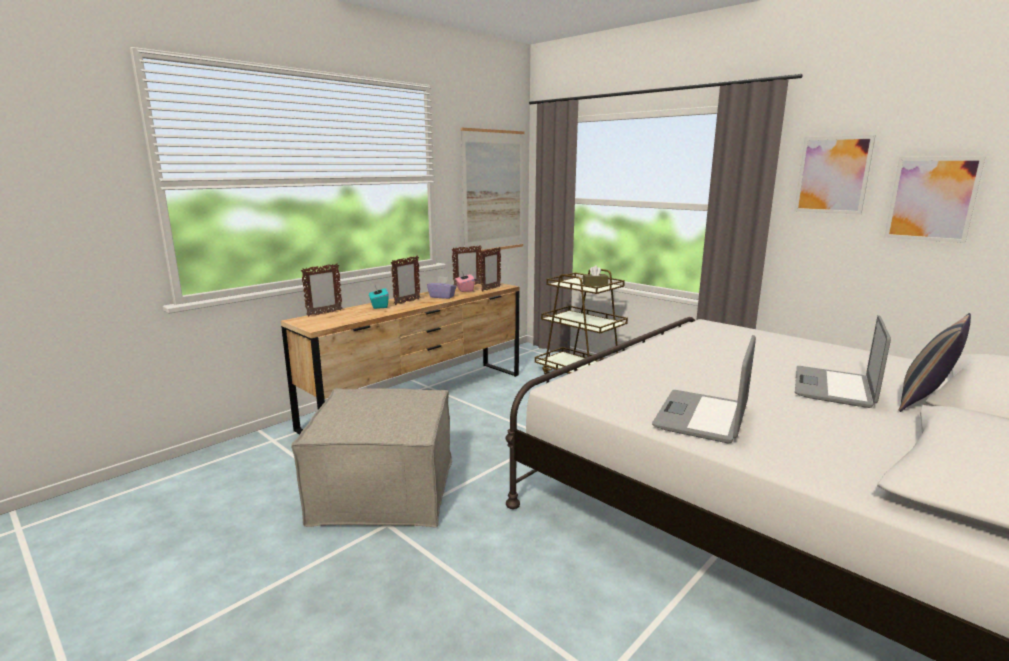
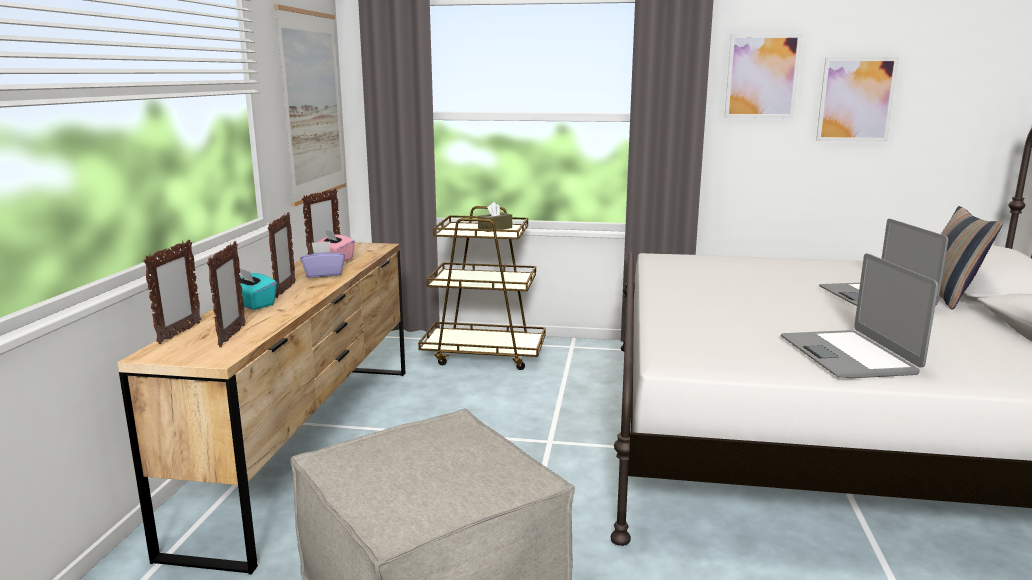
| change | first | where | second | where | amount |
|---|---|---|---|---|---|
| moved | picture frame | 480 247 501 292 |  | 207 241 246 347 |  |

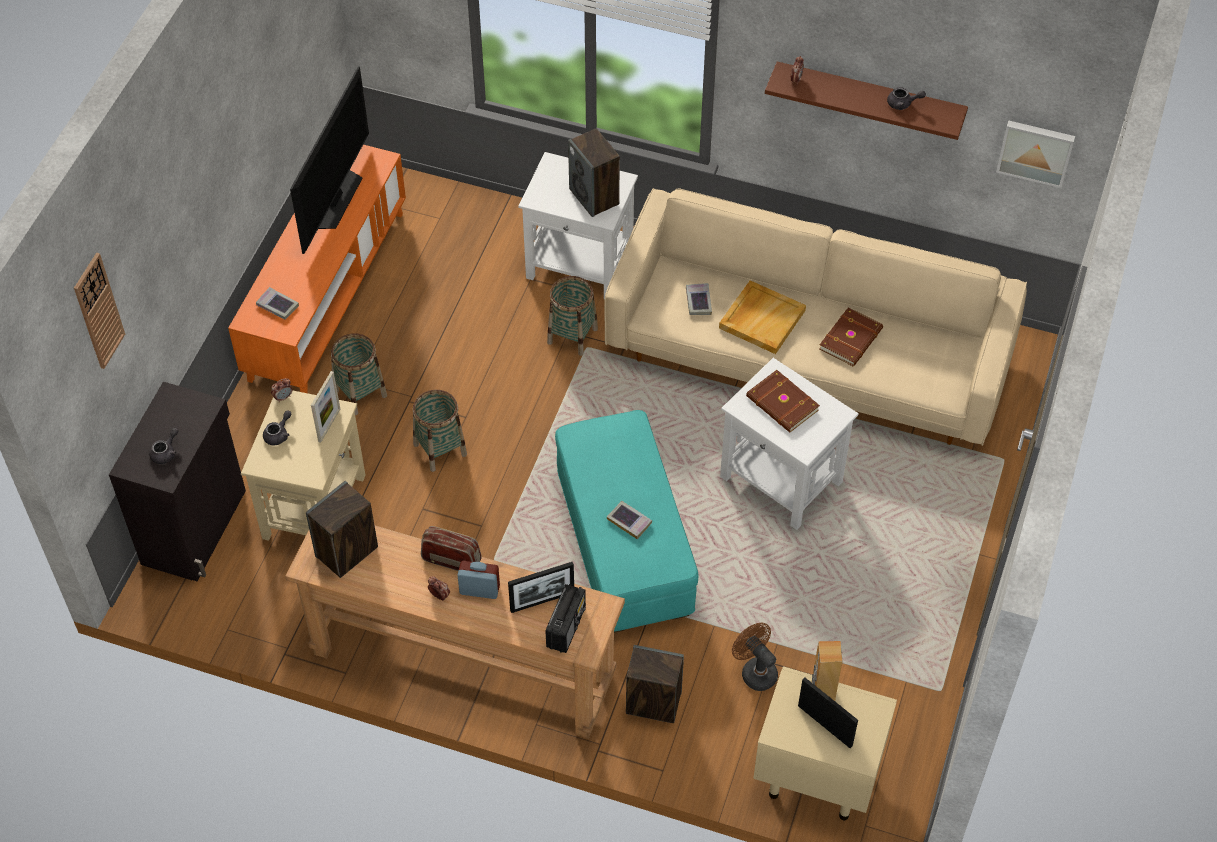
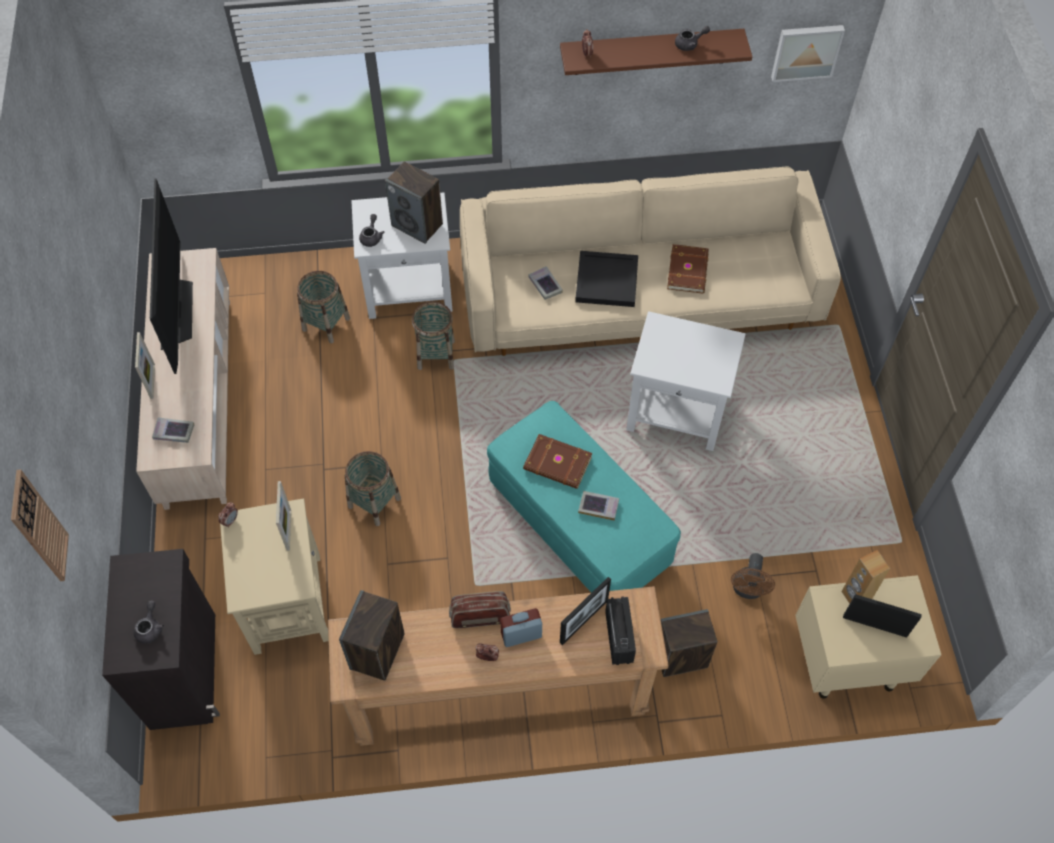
| change | first | where | second | where | amount |
|---|---|---|---|---|---|
| recoloured | tv stand/orange | 228 145 406 393 | tv stand/beige | 136 248 230 510 |  |
| recoloured | carrying tray/beige | 719 280 806 354 | carrying tray/blackish | 575 251 638 307 |  |
| moved | household basket | 331 333 387 415 |  | 297 271 350 343 |  |
| moved | volume/brownish | 746 370 820 433 |  | 523 434 592 489 |  |
| moved | tea pot/grey | 263 410 291 445 |  | 359 214 385 247 |  |
| turned | fan/brownish | 732 623 778 691 |  | 731 553 775 599 | 105 degrees counterclockwise |
| added |  |  | picture frame | 135 332 155 399 |  |

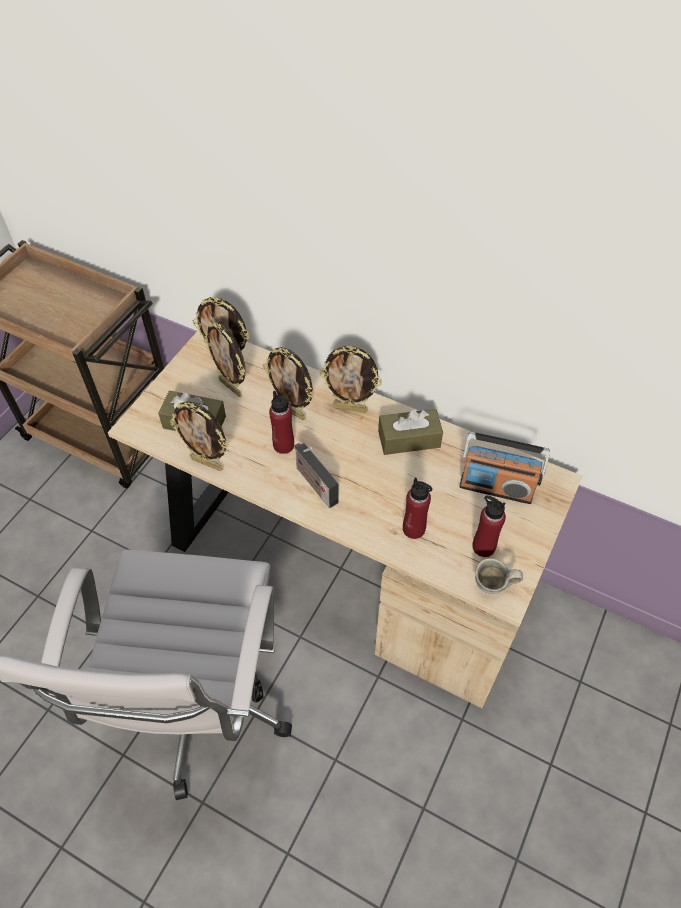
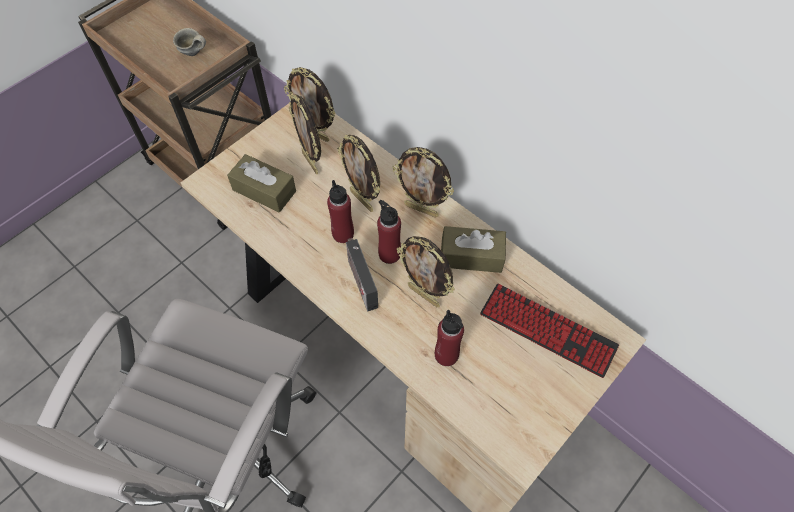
| change | first | where | second | where | amount |
|---|---|---|---|---|---|
| moved | picture frame | 170 401 228 471 |  | 397 236 455 307 |  |
| replaced | radio set | 459 432 550 504 | computer keyboard | 480 284 619 378 |  |
| moved | drink bottle/reddish | 472 495 506 557 |  | 377 200 401 264 |  |
| moved | mug/grey | 475 558 523 594 |  | 173 28 206 56 |  |

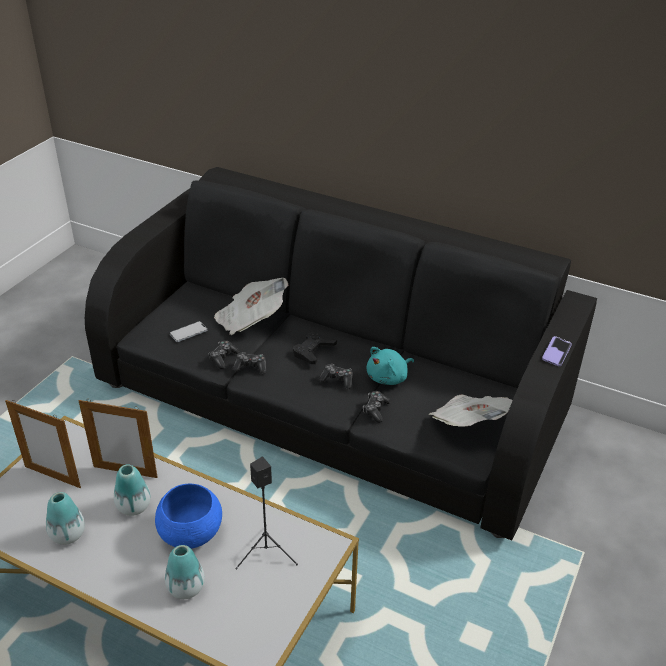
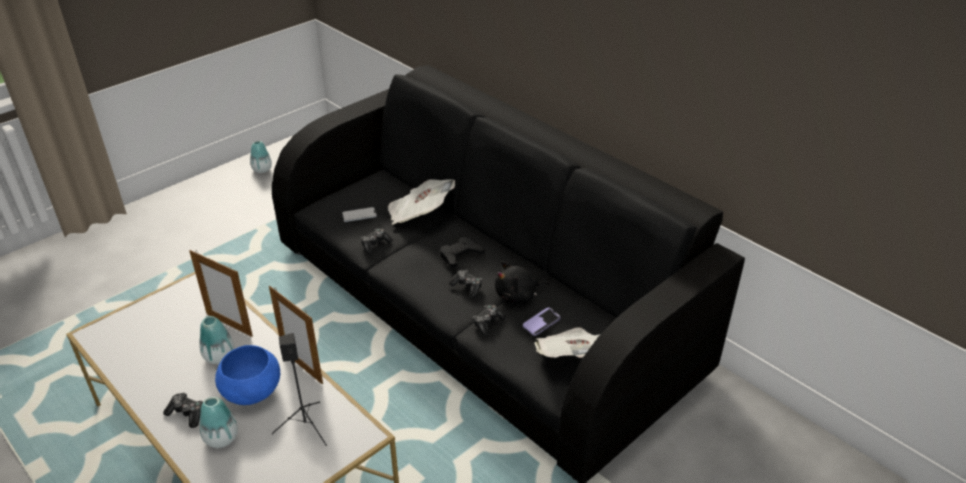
| change | first | where | second | where | amount |
|---|---|---|---|---|---|
| moved | handset | 542 336 572 366 |  | 523 308 561 336 |  |
| recoloured | cuddly toy/blue-green | 366 347 414 385 | cuddly toy/blackish | 495 261 550 303 |  |
| moved | gamepad | 233 352 267 374 |  | 163 393 203 428 |  |
| moved | picture frame | 5 400 81 488 |  | 269 286 323 384 |  |
| moved | vase | 46 492 85 545 |  | 250 141 272 173 |  |

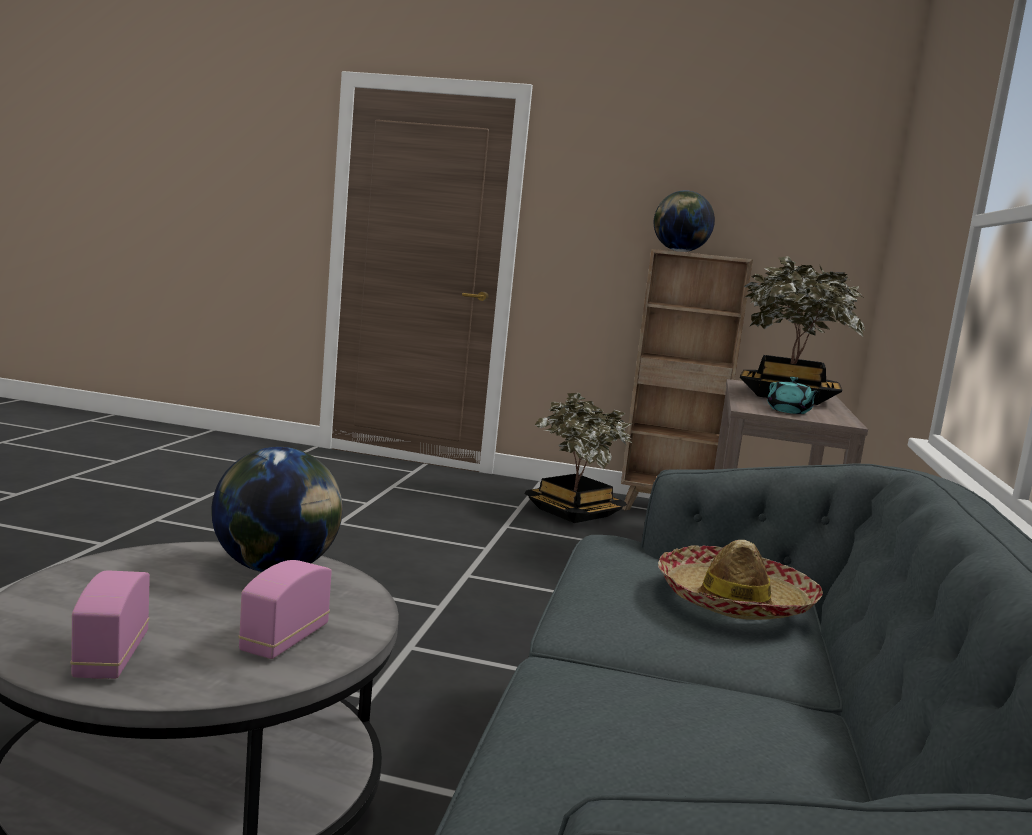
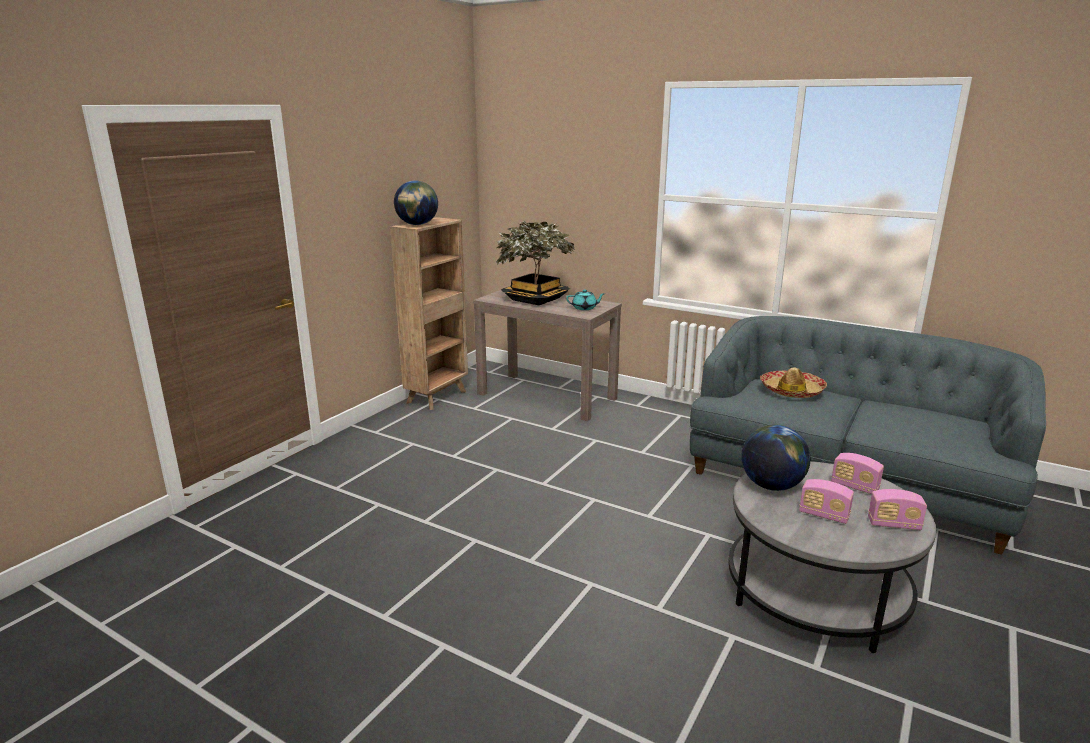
| change | first | where | second | where | amount |
|---|---|---|---|---|---|
| removed | potted plant | 525 393 633 523 |  |  |  |
| added |  |  | radio set | 799 479 854 524 |  |

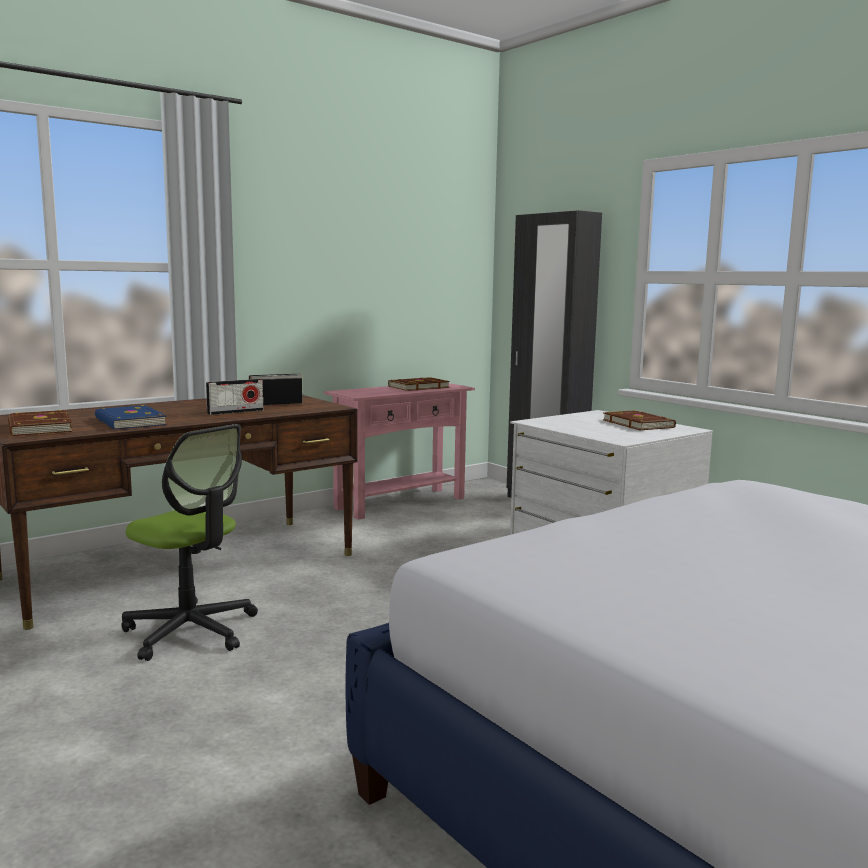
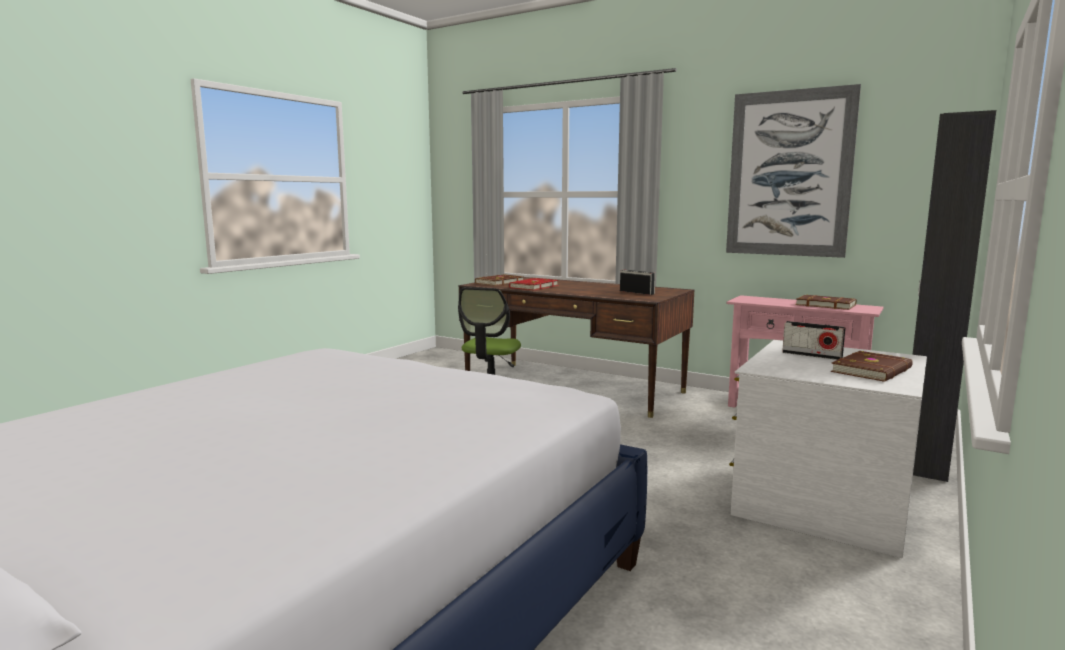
| change | first | where | second | where | amount |
|---|---|---|---|---|---|
| moved | radio set | 206 379 263 415 |  | 782 321 845 360 |  |
| recoloured | volume/bluish | 95 405 167 429 | volume/reddish | 509 278 559 290 |  |
| added |  |  | wall picture | 726 84 861 258 |  |

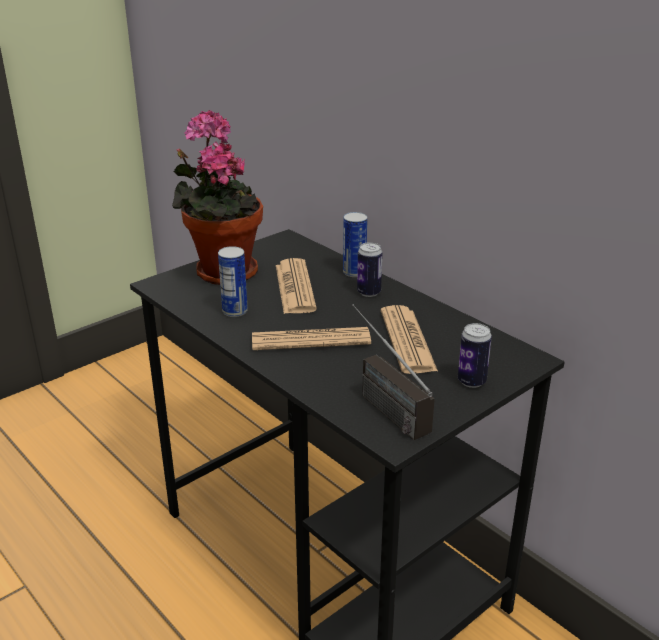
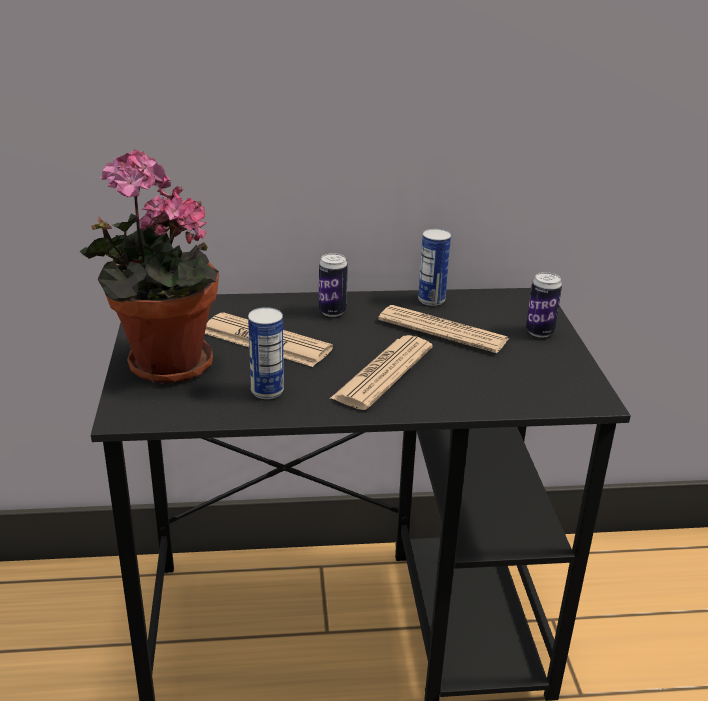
| change | first | where | second | where | amount |
|---|---|---|---|---|---|
| moved | metal can | 343 212 367 277 |  | 418 229 451 306 |  |
| removed | radio set | 352 304 435 440 |  |  |  |

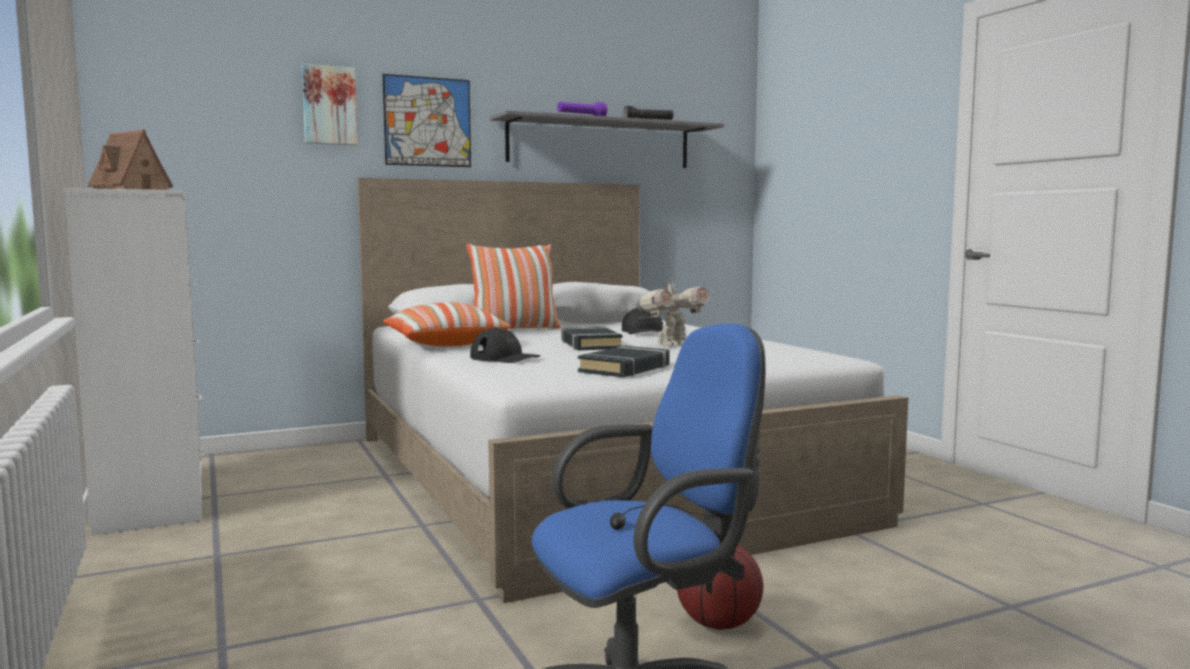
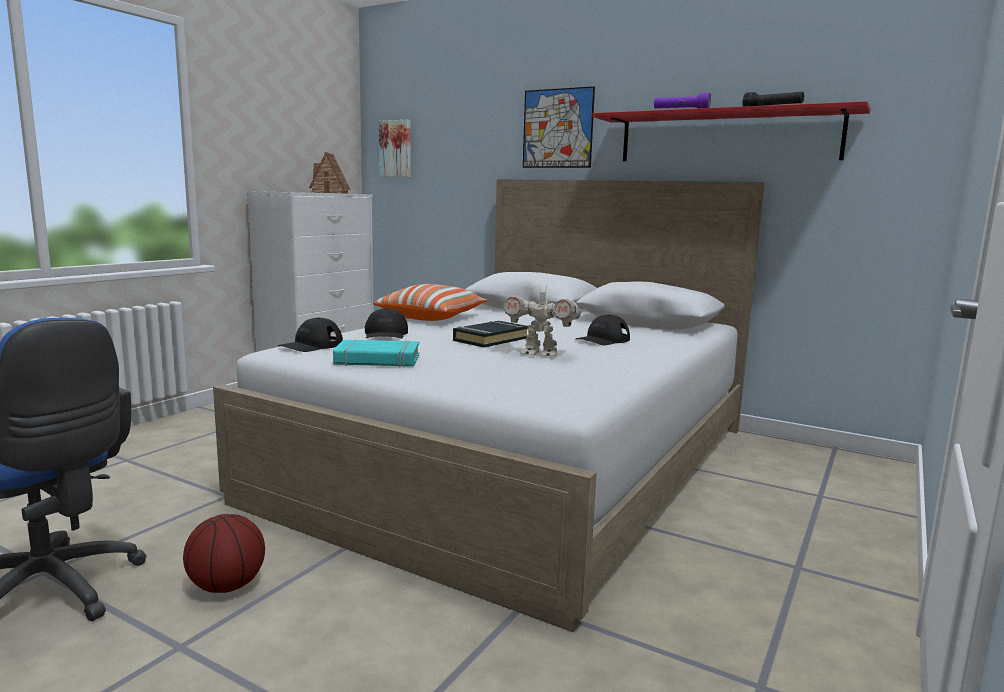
| change | first | where | second | where | amount |
|---|---|---|---|---|---|
| moved | wall picture | 302 64 357 145 |  | 379 120 411 177 |  |
| recoloured | shelf/grey | 490 110 724 168 | shelf/reddish | 592 101 871 161 |  |
| removed | cushion | 466 244 562 329 |  |  |  |
| recoloured | volume/blackish | 578 346 669 377 | volume/blue-green | 333 340 419 367 |  |
| added |  |  | baseball cap/blackish | 278 318 343 352 |  |

